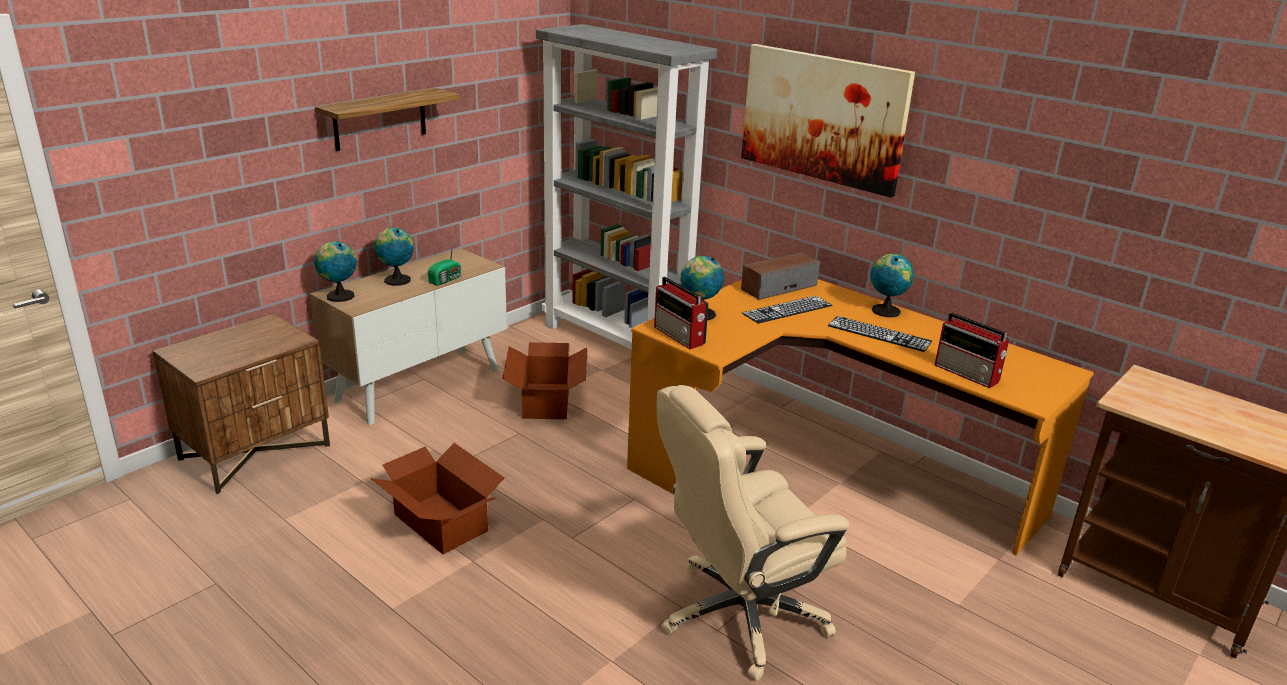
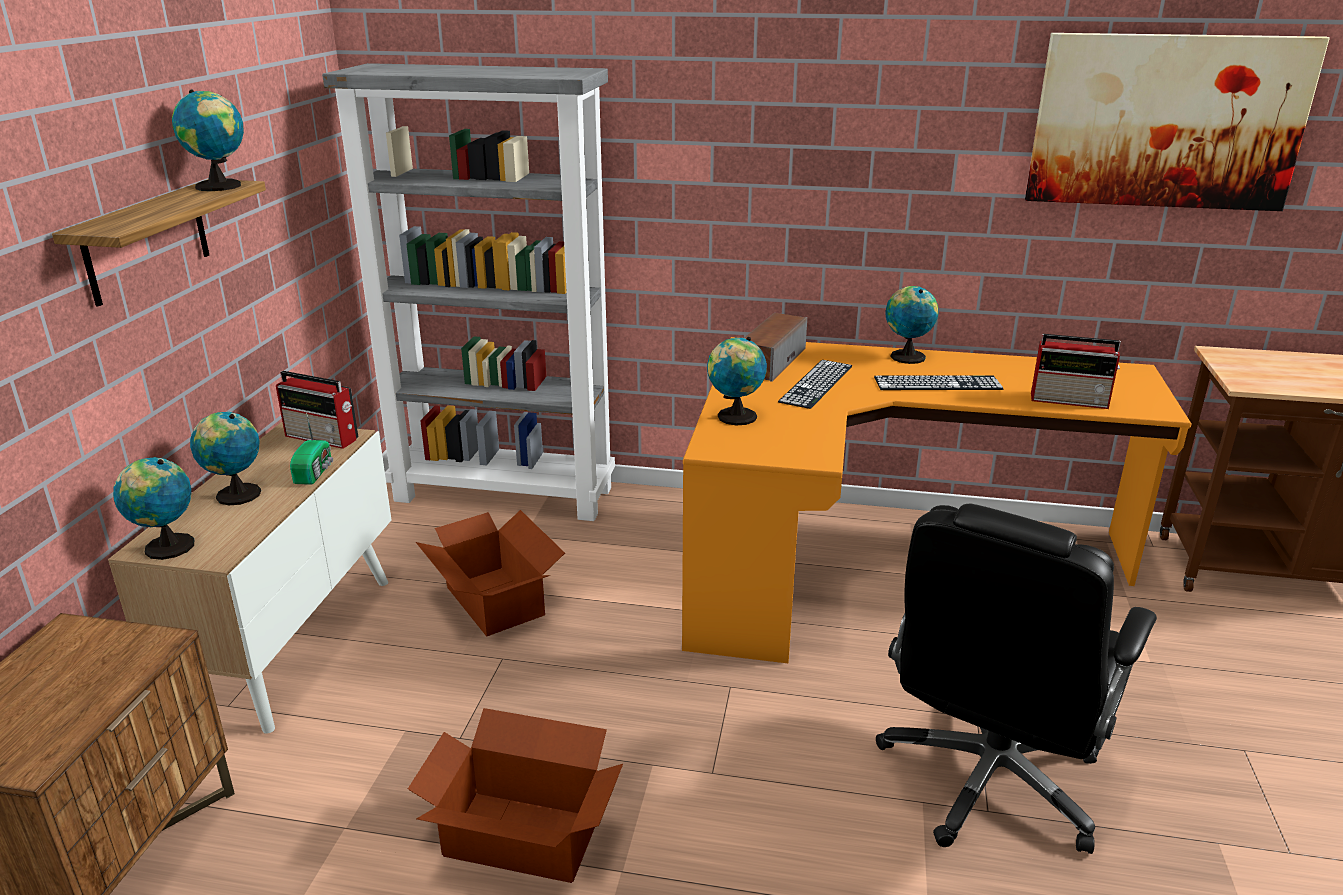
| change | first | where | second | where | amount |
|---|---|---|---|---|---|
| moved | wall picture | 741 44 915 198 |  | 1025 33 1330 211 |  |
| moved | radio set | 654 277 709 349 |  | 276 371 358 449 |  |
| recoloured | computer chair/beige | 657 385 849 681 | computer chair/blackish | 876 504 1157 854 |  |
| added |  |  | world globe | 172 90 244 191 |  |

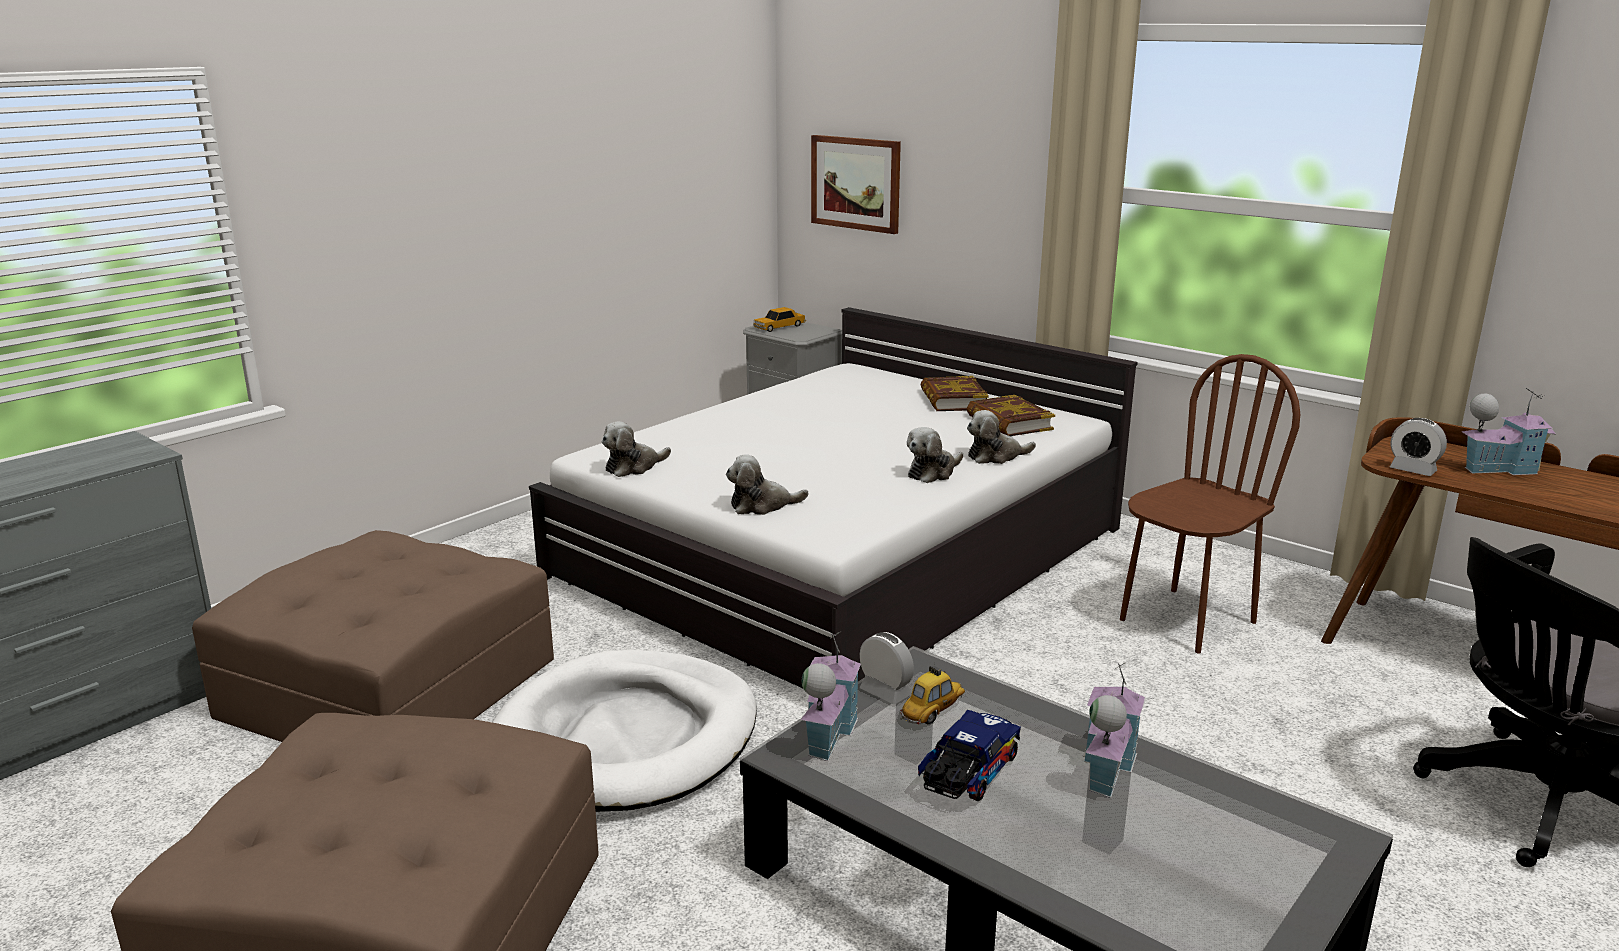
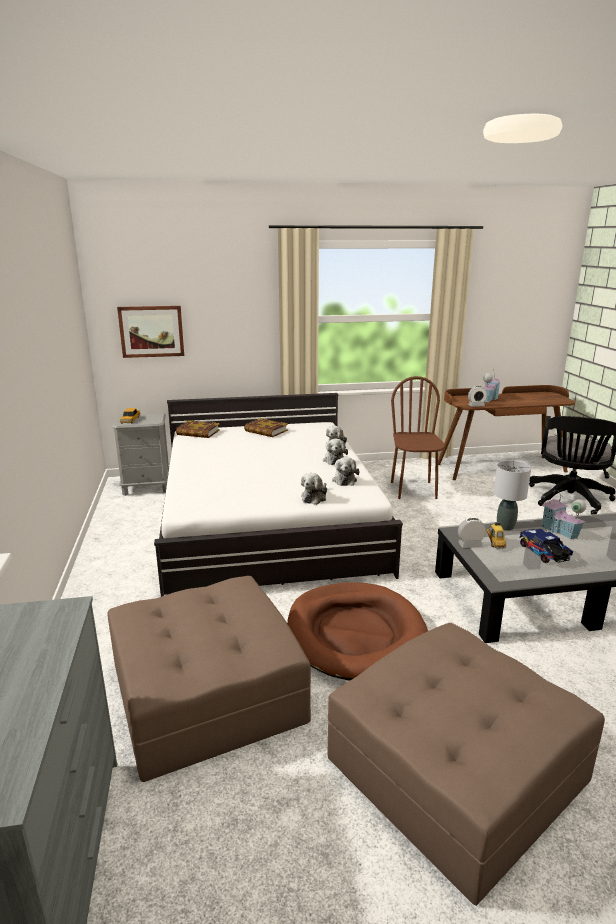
| change | first | where | second | where | amount |
|---|---|---|---|---|---|
| moved | volume | 967 395 1055 436 |  | 176 420 220 438 |  |
| moved | cuddly toy | 602 421 671 477 |  | 332 457 360 486 |  |
| removed | toy house | 800 632 861 761 |  |  |  |
| recoloured | dog bed/white | 492 650 757 812 | dog bed/brownish | 287 582 428 680 |  |
| added |  |  | tabletop lamp/grey | 493 461 531 531 |  |

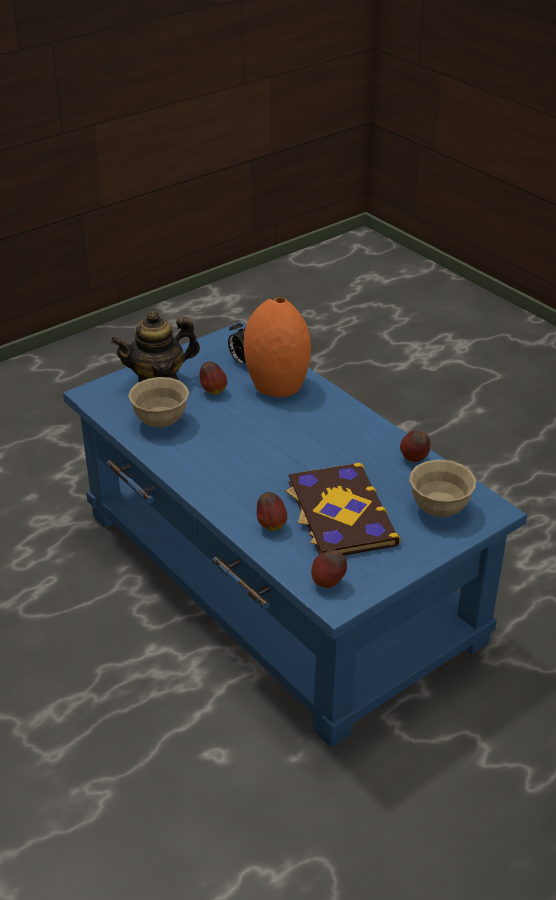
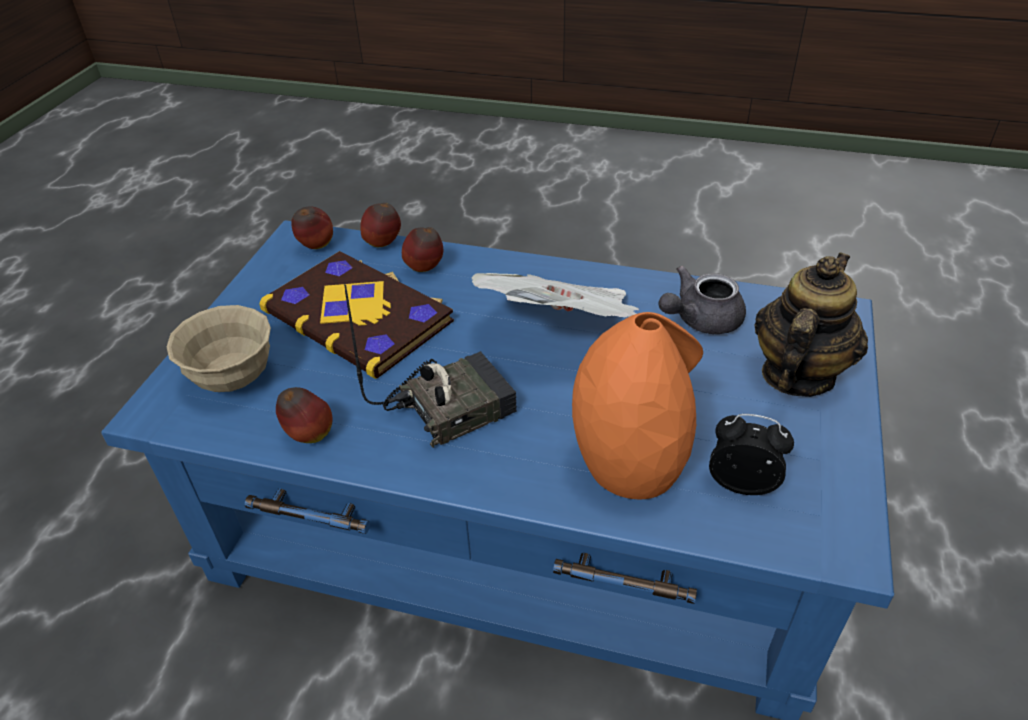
| change | first | where | second | where | amount |
|---|---|---|---|---|---|
| moved | apple | 200 361 227 395 |  | 360 203 401 247 |  |
| replaced | bowl/beige | 128 377 189 428 | tea pot/grey | 659 266 746 334 |  |
| added |  |  | daily paper | 472 273 639 317 |  |
| added |  |  | radio set | 344 285 517 448 |  |

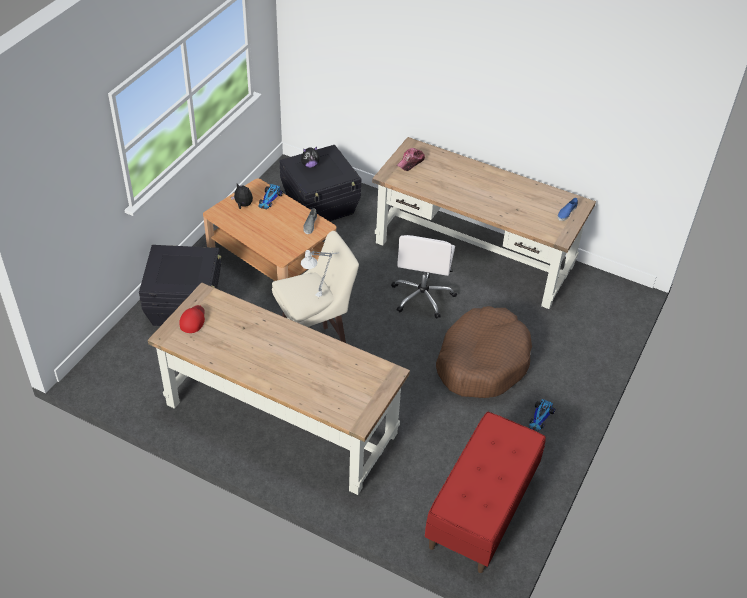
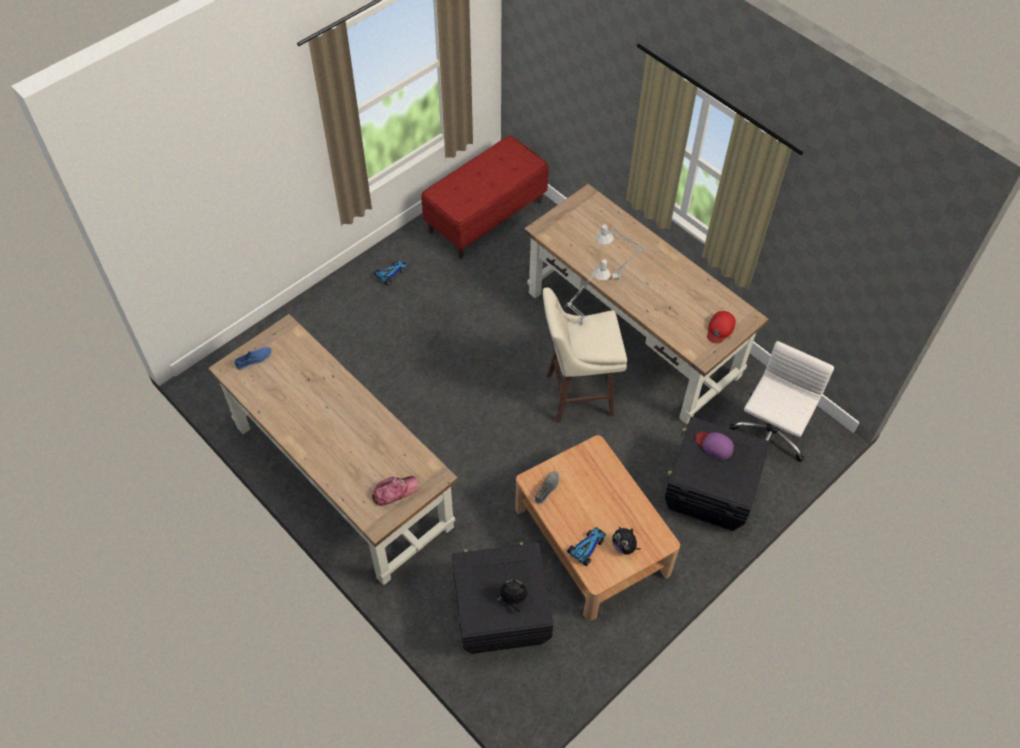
| change | first | where | second | where | amount |
|---|---|---|---|---|---|
| moved | computer chair/white | 391 235 457 319 |  | 730 341 834 462 |  |
| removed | dog bed/brownish | 436 306 532 398 |  |  |  |
| added |  |  | tabletop lamp/grey | 596 224 659 280 |  |
| added |  |  | baseball cap/purple-coloured | 695 432 734 459 |  |

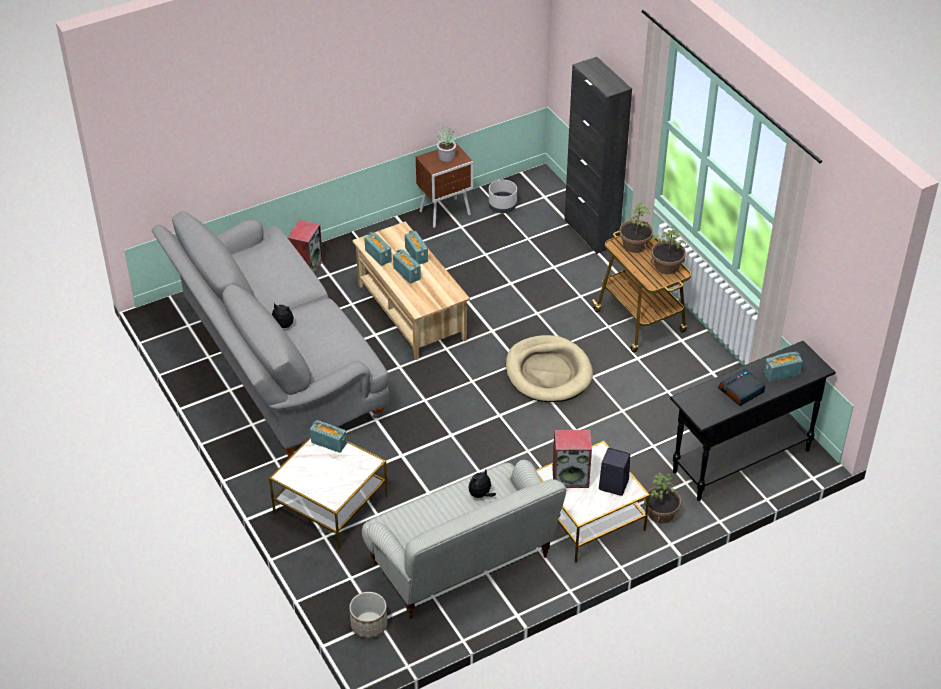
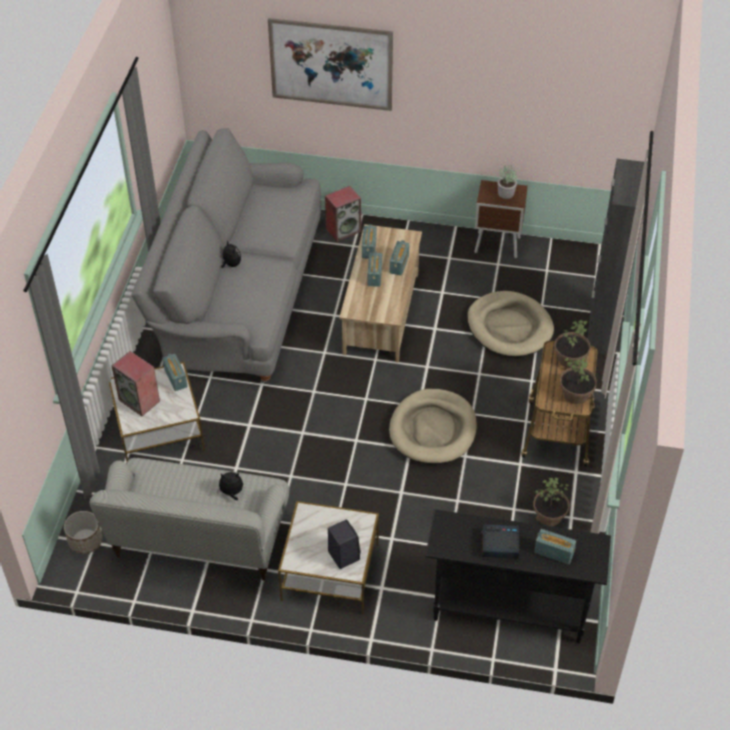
| change | first | where | second | where | amount |
|---|---|---|---|---|---|
| removed | flower pot/grey | 489 180 517 213 |  |  |  |
| moved | audio speaker | 552 430 592 488 |  | 112 351 160 416 |  |
| moved | potted plant | 644 472 681 524 |  | 533 478 570 526 |  |
| added |  |  | wall picture | 268 18 393 111 |  |
| added |  |  | dog bed/beige | 467 291 554 357 |  |

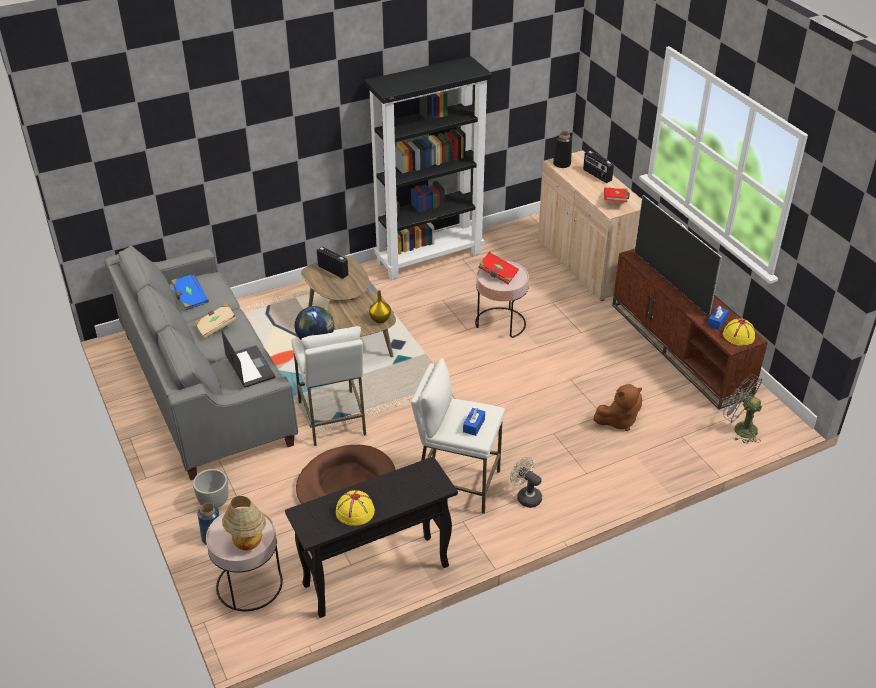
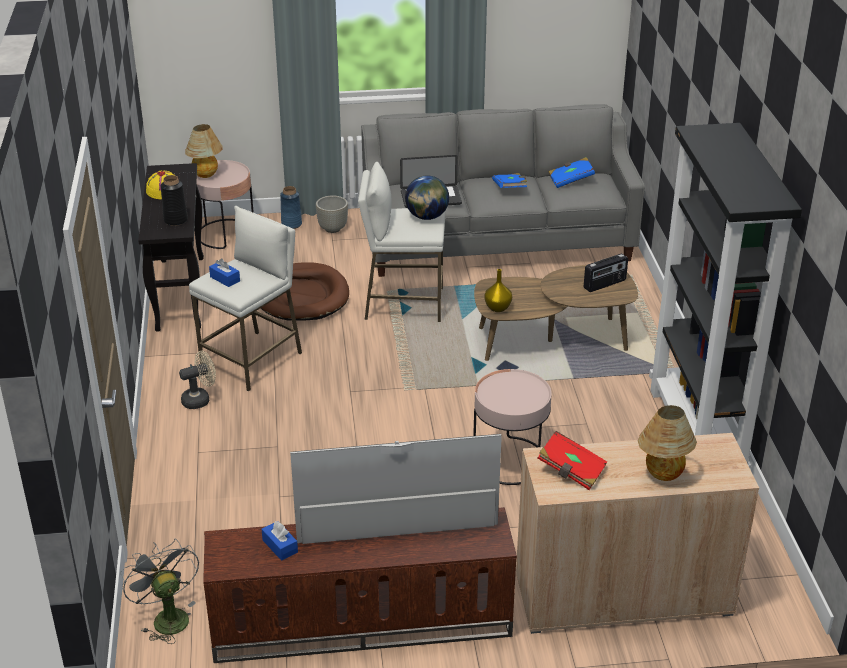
| change | first | where | second | where | amount |
|---|---|---|---|---|---|
| moved | vase/blackish | 553 131 572 168 |  | 161 175 188 226 |  |
| replaced | radio set | 583 150 614 183 | tabletop lamp | 638 405 697 481 |  |
| removed | volume/reddish | 478 252 519 284 |  |  |  |
| recoloured | volume/beige | 195 303 237 339 | volume/bluish | 492 173 527 188 |  |
| removed | wearable hat/yellow | 723 319 755 346 |  |  |  |
| turned | fan/grey | 723 374 762 444 |  | 120 539 199 644 | 90 degrees counterclockwise |
| removed | cuddly toy/brownish | 593 384 642 431 |  |  |  |

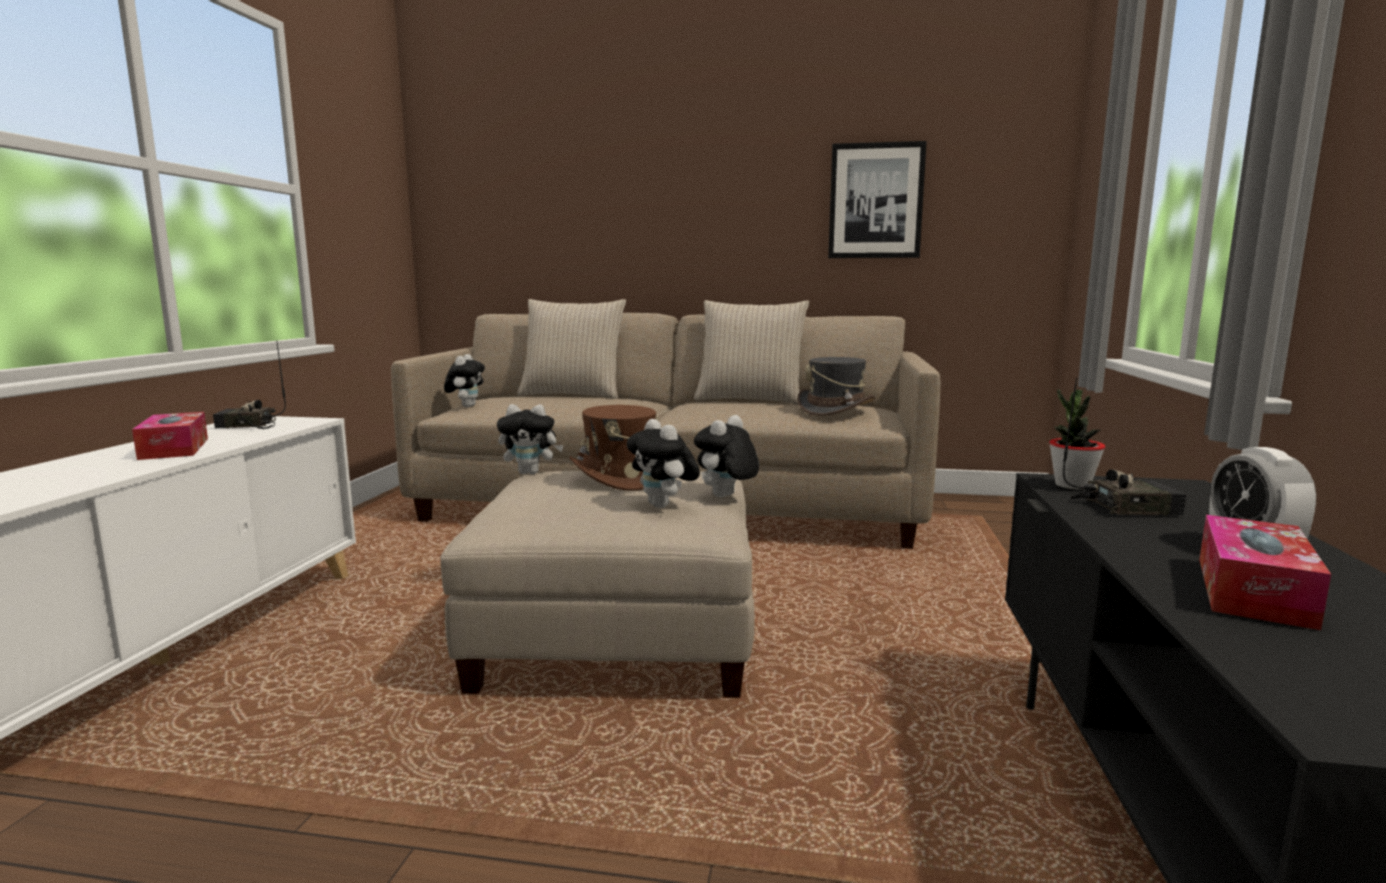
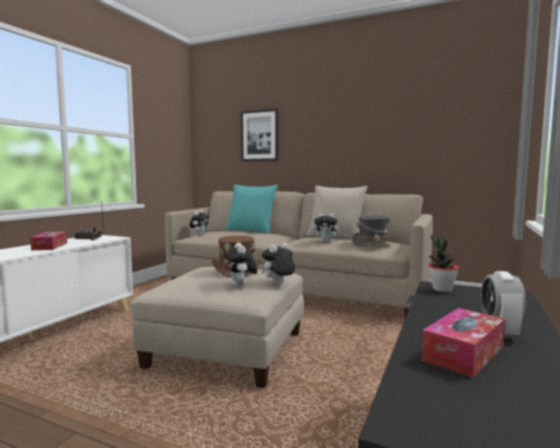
| change | first | where | second | where | amount |
|---|---|---|---|---|---|
| moved | wall picture | 828 141 927 258 |  | 241 108 278 161 |  |
| recoloured | cushion/beige | 517 299 626 399 | cushion/blue-green | 225 184 278 234 |  |
| removed | radio set | 1063 378 1186 515 |  |  |  |
| moved | cuddly toy | 497 404 564 474 |  | 314 213 341 242 |  |

